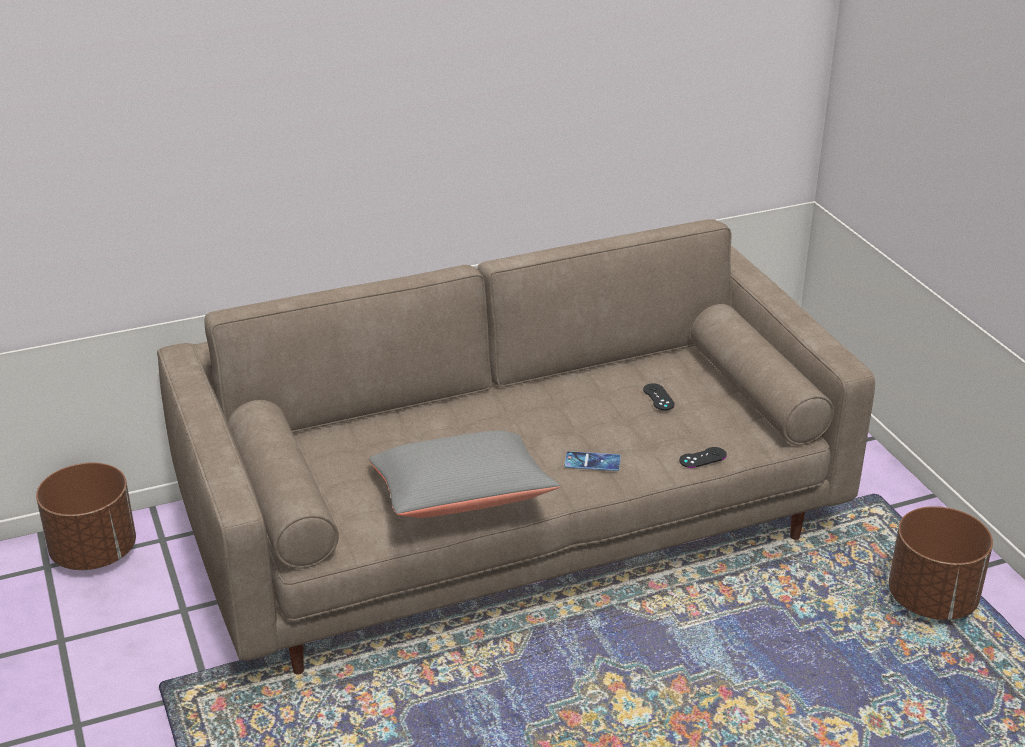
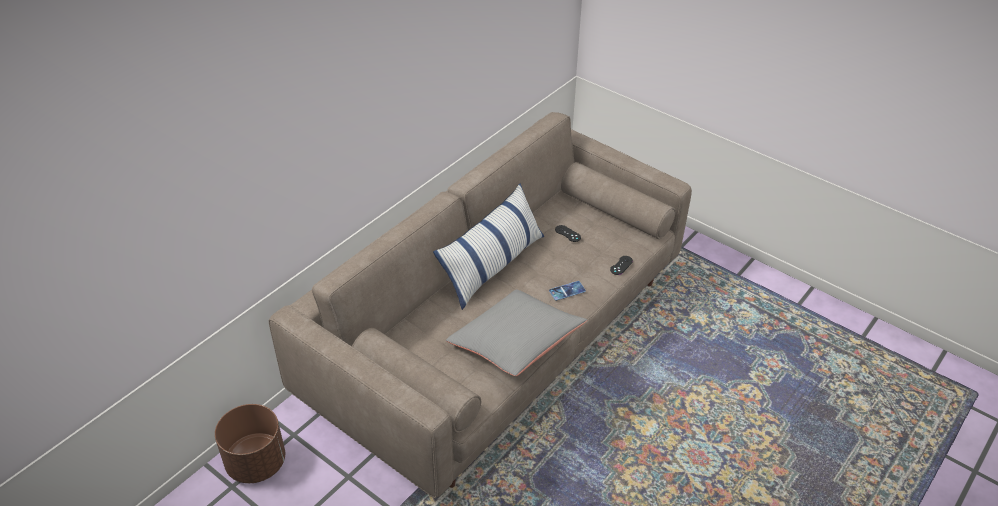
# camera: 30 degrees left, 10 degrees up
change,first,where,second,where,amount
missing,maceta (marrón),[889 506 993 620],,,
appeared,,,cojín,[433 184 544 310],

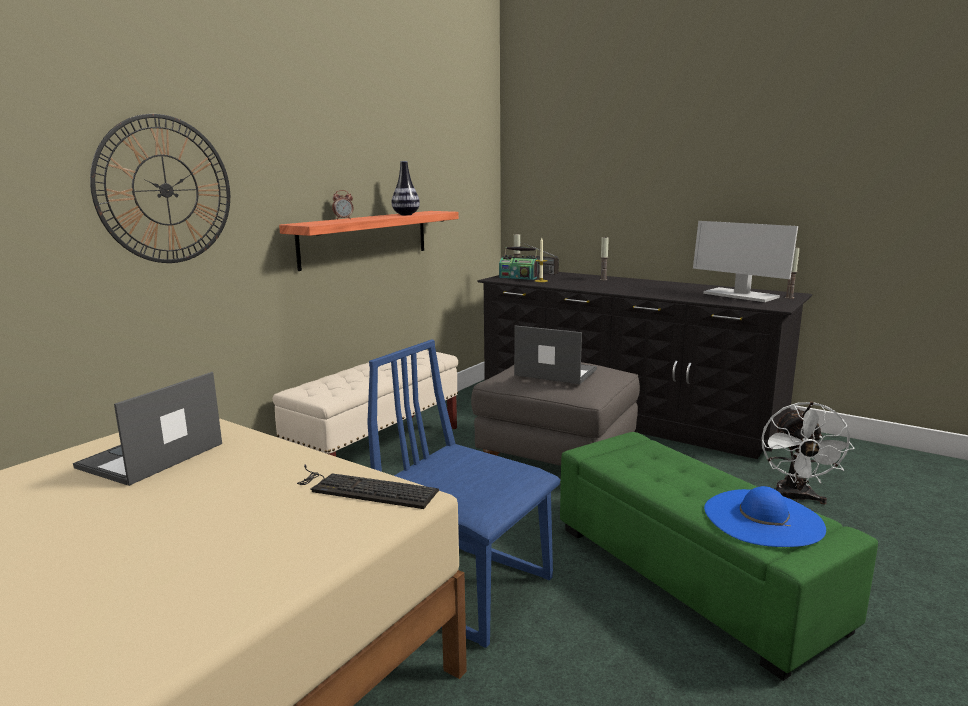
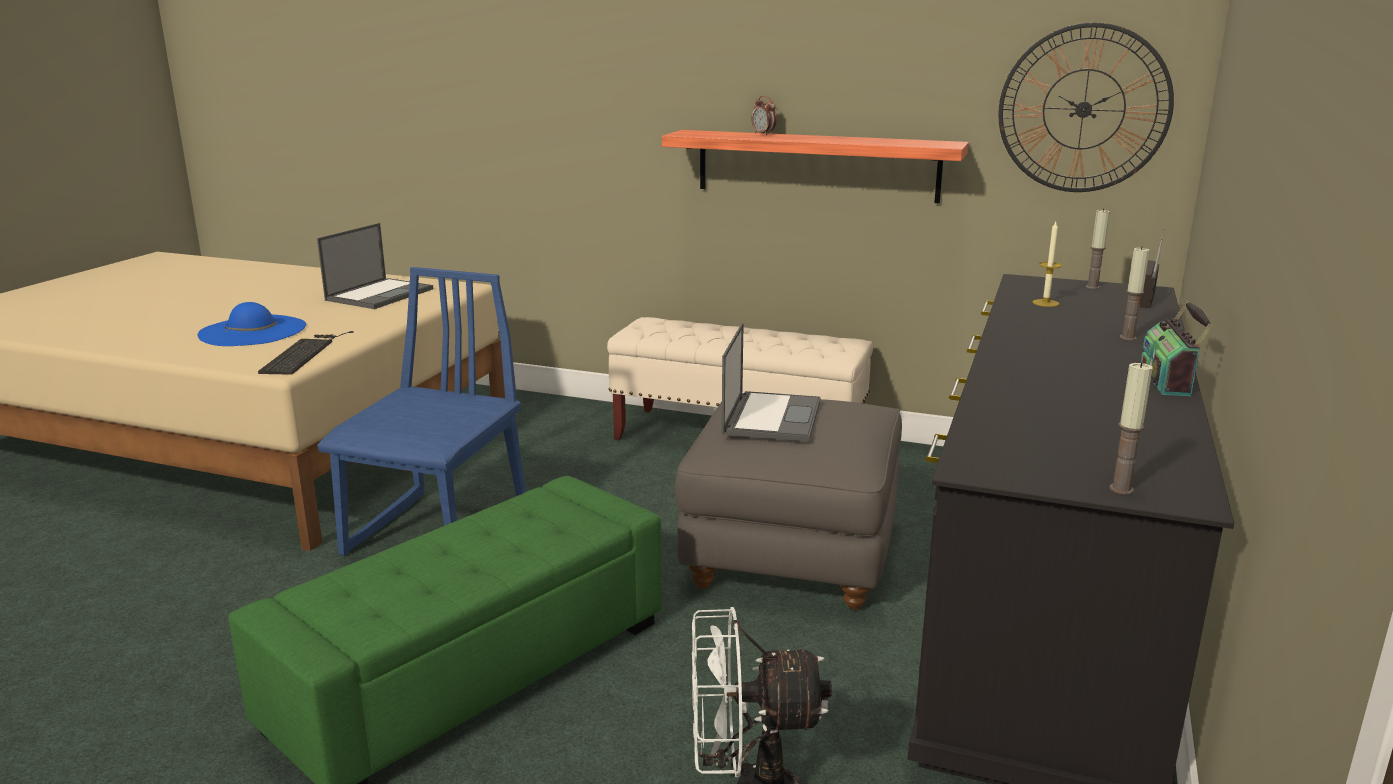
# camera: 75 degrees right, 5 degrees up
change,first,where,second,where,amount
missing,florero,[392 161 420 215],,,
missing,monitor,[693 221 798 302],,,
relocated,reloj de pared,[90 114 230 263],,[998 22 1174 192],
relocated,radio,[499 247 537 280],,[1141 300 1213 396],
relocated,sombrero (azul),[704 486 826 547],,[197 302 306 346],
spun,portátil,[73 372 222 486],,[317 223 433 309],105 degrees clockwise

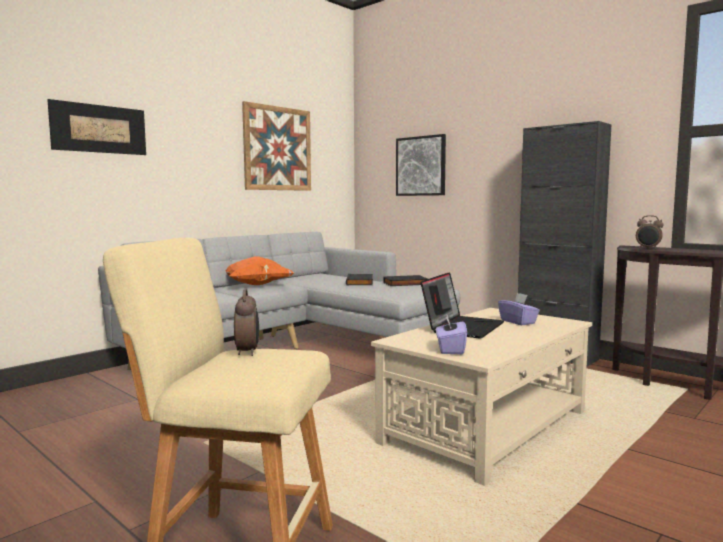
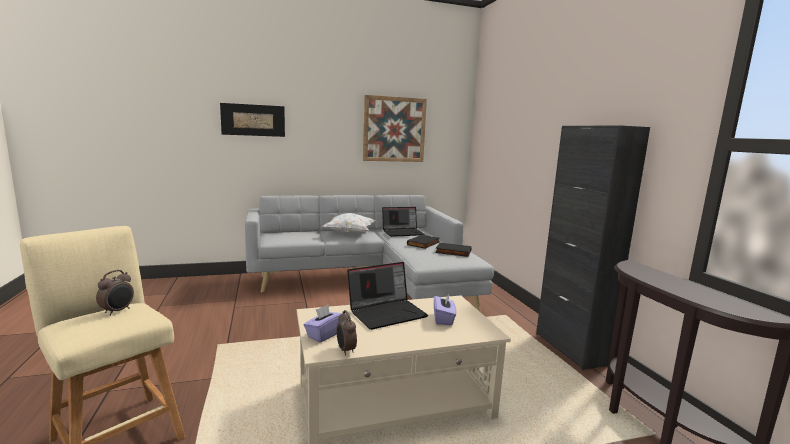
# camera: 30 degrees right, 5 degrees up
change,first,where,second,where,amount
missing,cuadro,[396 134 446 196],,,
appeared,,,portátil,[382 207 424 237],
relocated,despertador,[636 215 664 249],,[336 310 357 356],
colour,cojín (naranja),[226 256 294 285],cojín (blanco),[322 213 376 234],

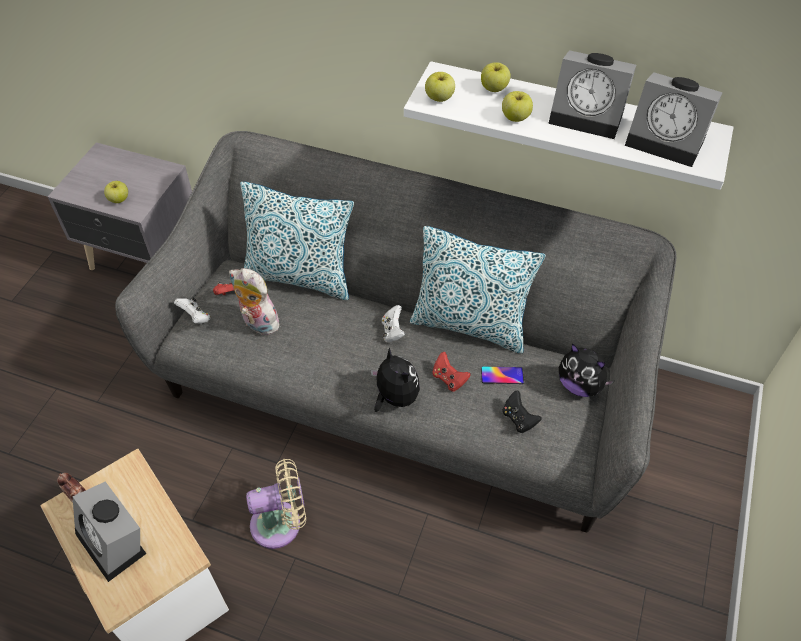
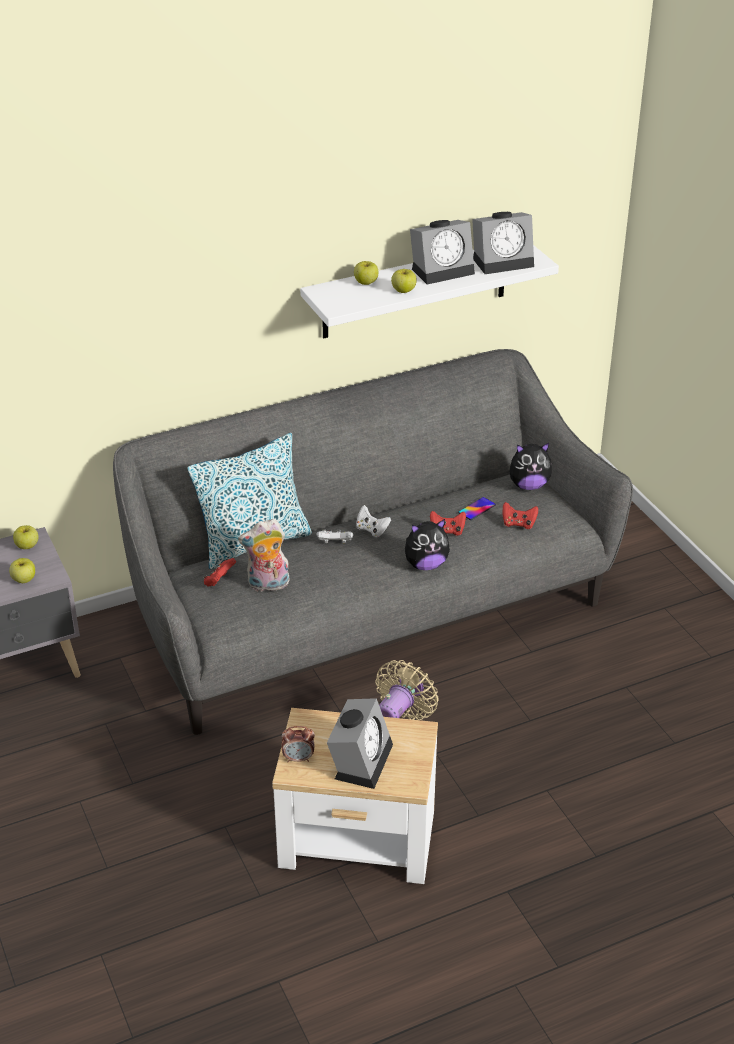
# camera: 45 degrees left, 15 degrees down
change,first,where,second,where,amount
missing,cojín,[410 226 546 354],,,
relocated,mando de consola (blanco),[174 298 210 324],,[317 529 353 543],
relocated,manzana,[425 72 455 102],,[13 525 39 549],
colour,mando de consola (negro),[503 391 541 433],mando de consola (rojo),[503 502 538 529],
spun,despertador,[73 482 147 582],,[327 698 393 789],75 degrees counterclockwise
spun,peluche,[371 347 420 412],,[405 519 450 570],150 degrees clockwise

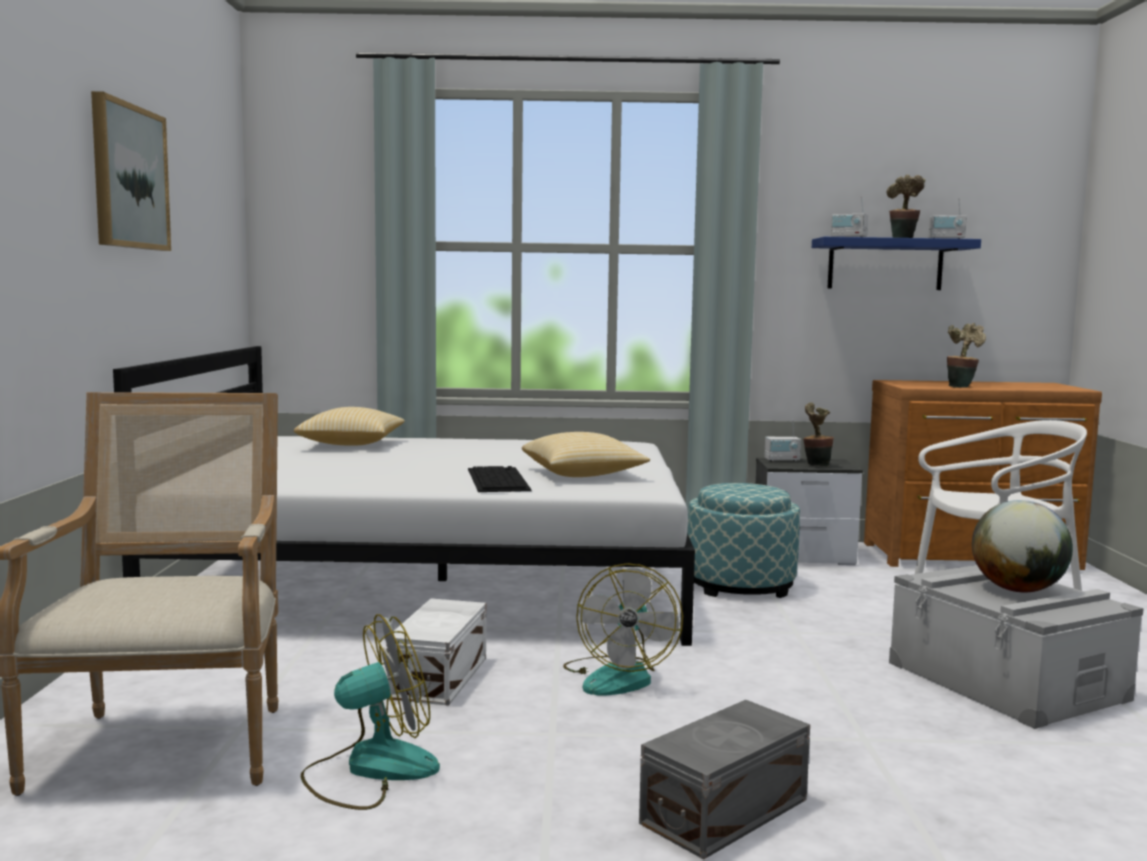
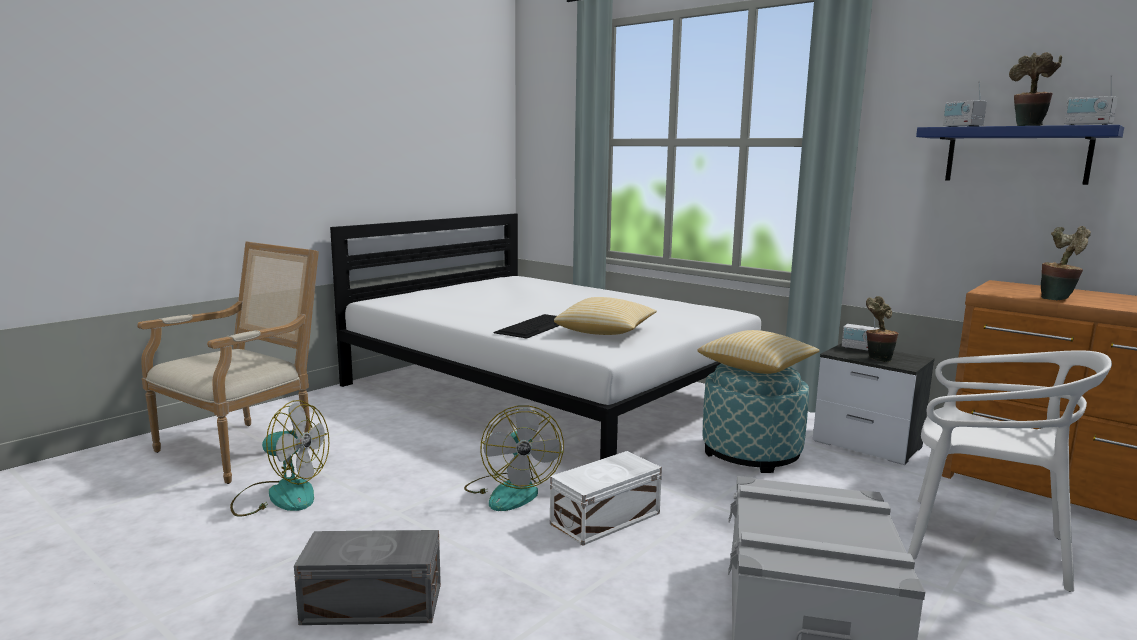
# camera: 40 degrees right, 5 degrees up
change,first,where,second,where,amount
missing,cuadro,[91 91 171 251],,,
missing,globo terráqueo,[972 500 1073 592],,,
relocated,cojín,[294 407 405 446],,[698 330 820 374],
relocated,caja de almacenaje (blanco),[386 598 486 706],,[550 451 662 546],
spun,ventilador,[563 563 683 696],,[464 405 564 511],60 degrees counterclockwise

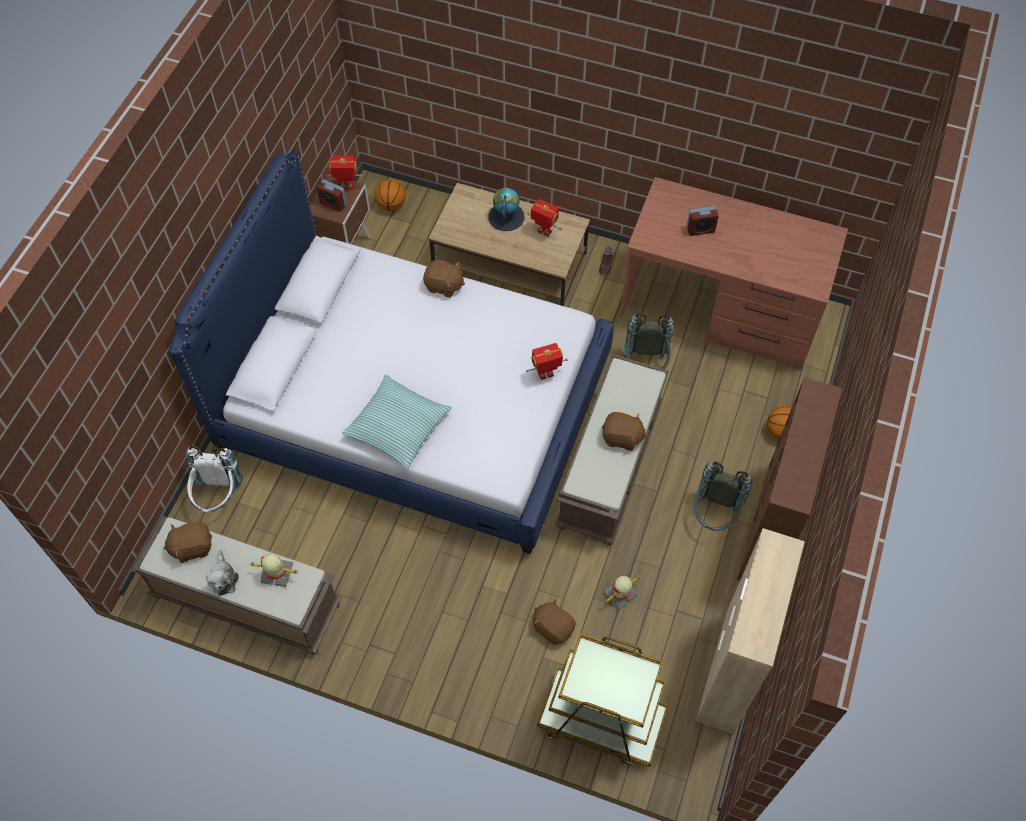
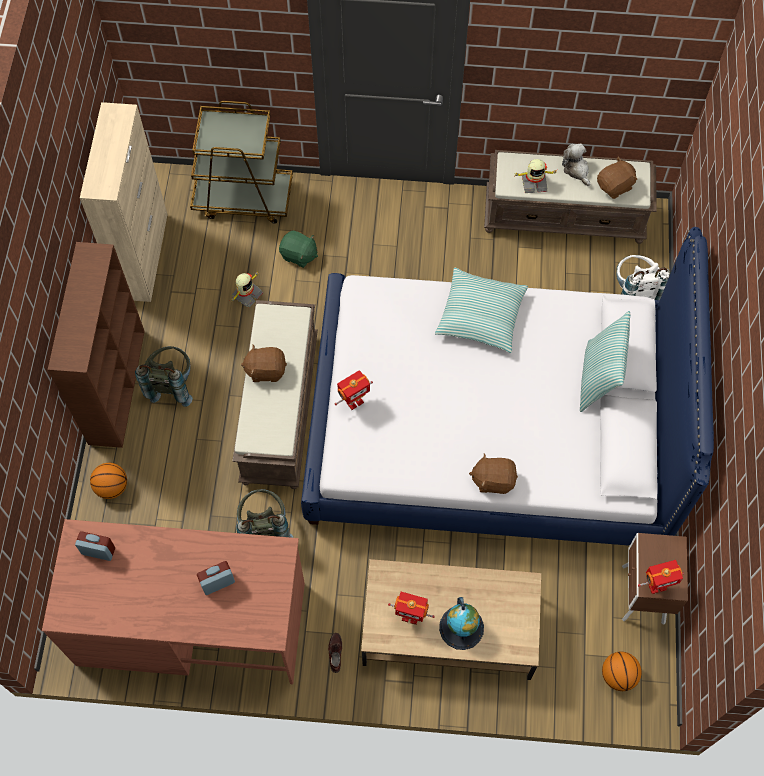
# camera: 165 degrees right, 5 degrees up
change,first,where,second,where,amount
appeared,,,cojín,[580 311 630 412],
relocated,despertador,[317 179 347 212],,[75 531 115 561],
colour,peluche (marrón),[533 599 576 645],peluche (verde),[279 231 318 268],

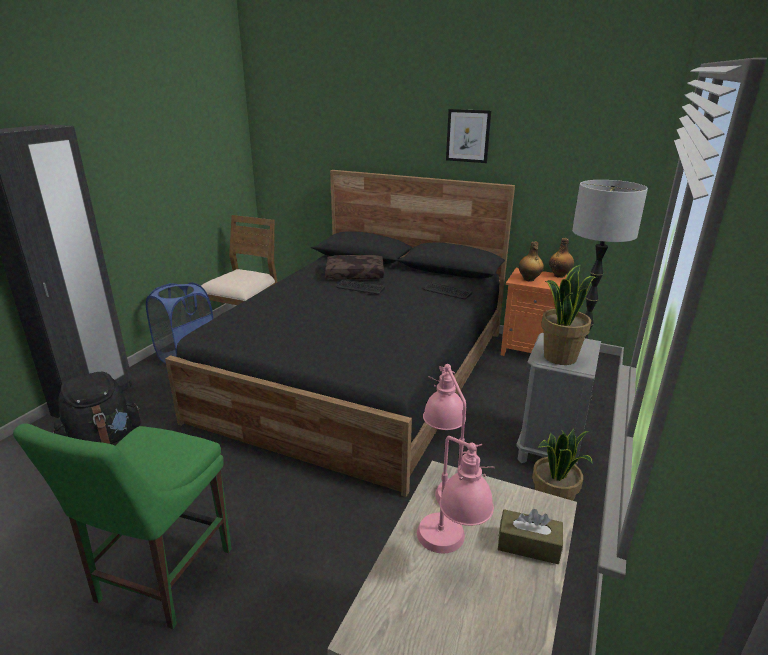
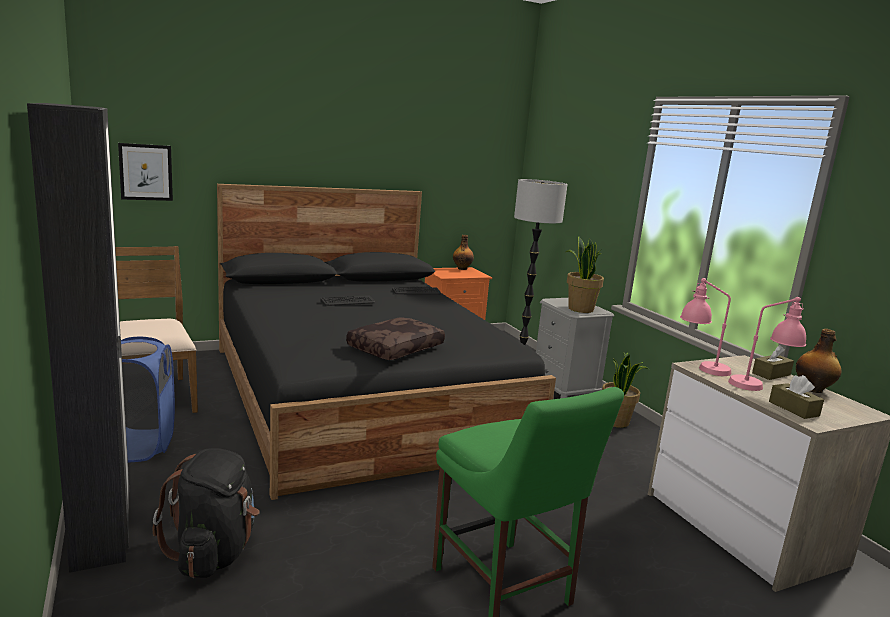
# camera: 50 degrees left, 10 degrees down
change,first,where,second,where,amount
appeared,,,caja de pañuelos (marrón),[769 375 824 419],
relocated,cojín (marrón),[325 255 384 280],,[346 317 445 360],
relocated,cuadro,[446 109 491 163],,[118 143 173 201],
relocated,botella,[519 241 544 282],,[796 329 842 393],

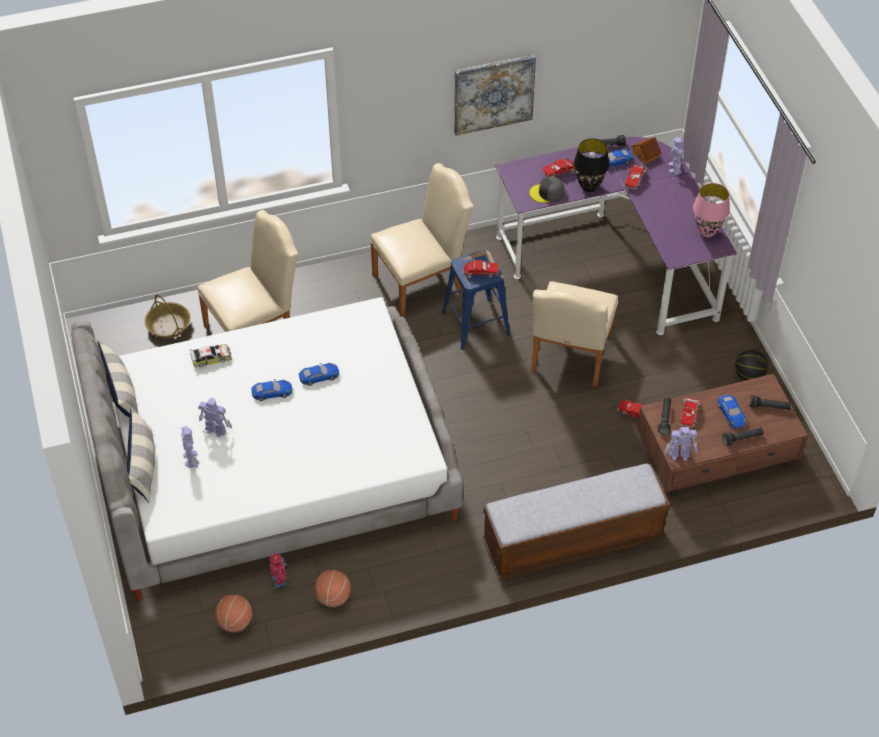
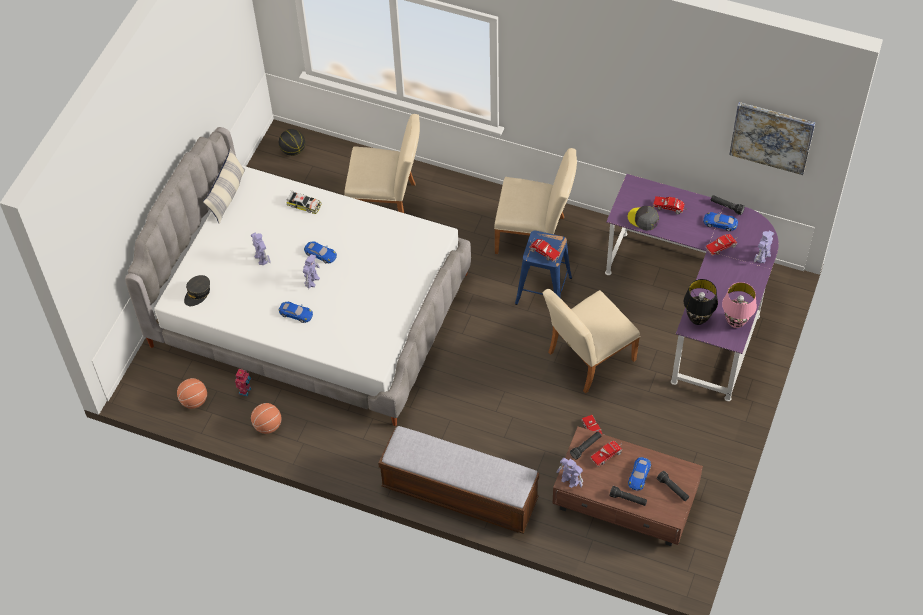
# camera: 40 degrees right, 5 degrees up
change,first,where,second,where,amount
missing,cojín,[127 408 155 503],,,
missing,cesta,[145 294 190 339],,,
missing,casita,[631 137 662 164],,,
appeared,,,gorra (gris),[184 275 210 306],
relocated,robot de juguete,[181 426 199 468],,[303 254 320 289],
relocated,coche de juguete (azul),[299 363 339 386],,[279 302 313 323],
relocated,cuadro,[454 54 536 136],,[729 102 816 175],
relocated,lámpara de mesa (negro),[574 138 609 192],,[684 279 718 325],
relocated,balón de baloncesto,[735 350 768 381],,[279 129 305 156],

